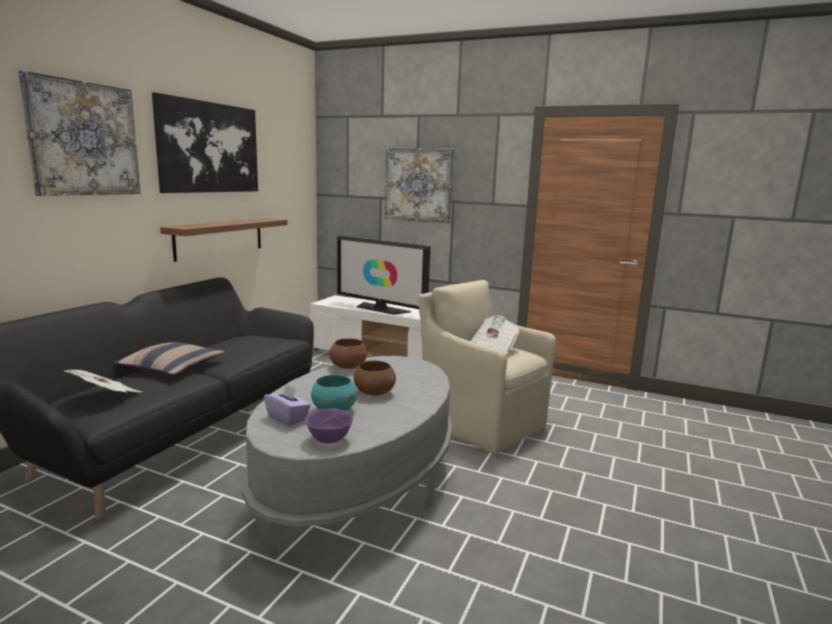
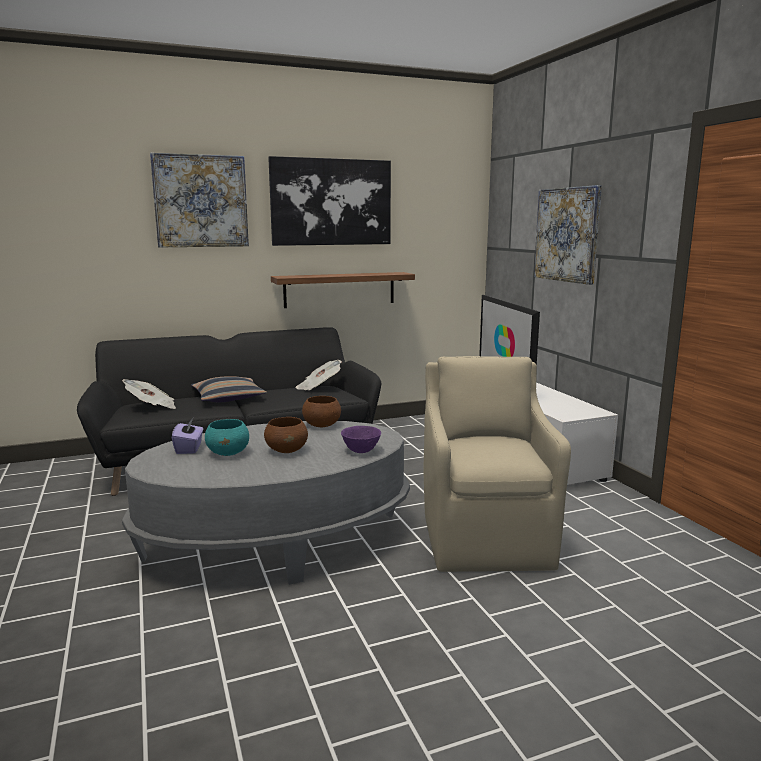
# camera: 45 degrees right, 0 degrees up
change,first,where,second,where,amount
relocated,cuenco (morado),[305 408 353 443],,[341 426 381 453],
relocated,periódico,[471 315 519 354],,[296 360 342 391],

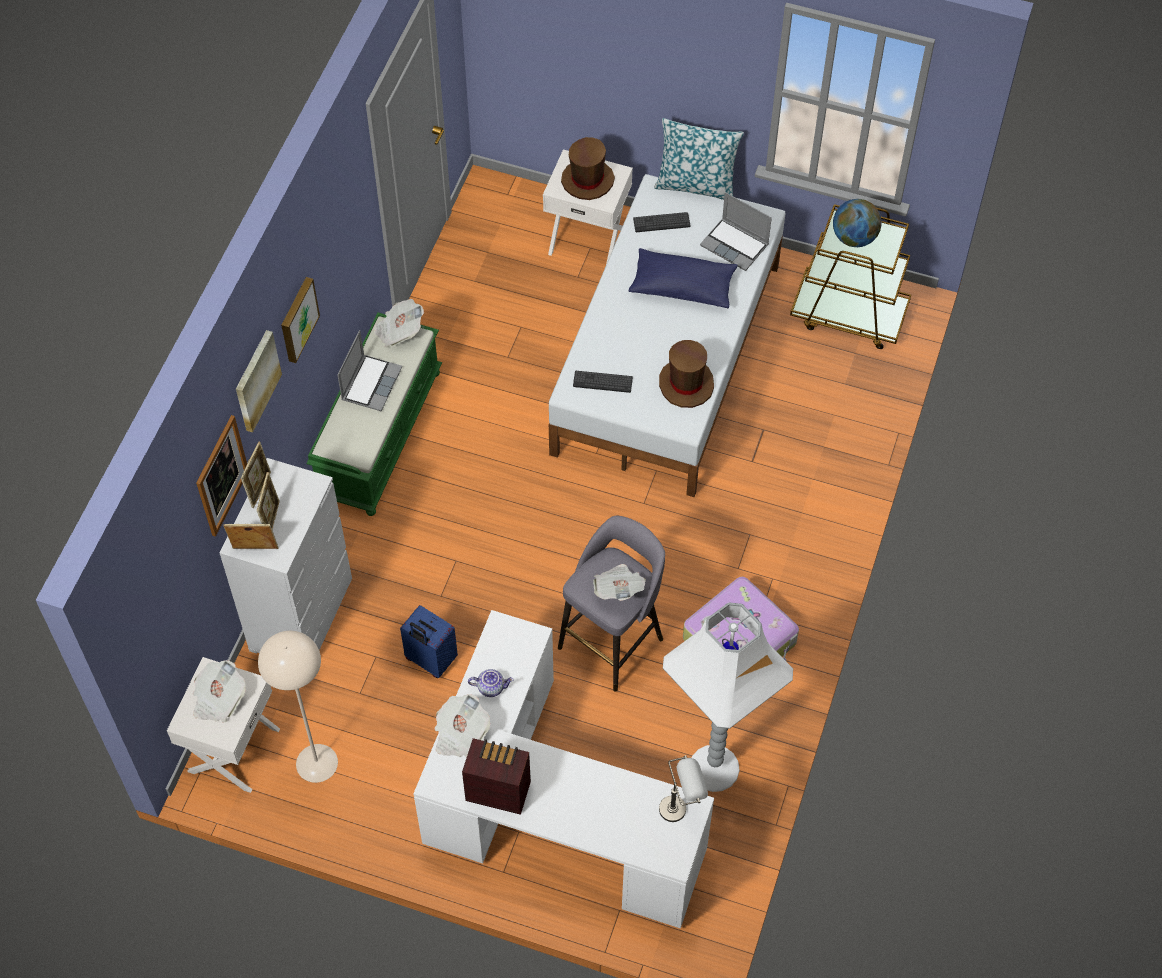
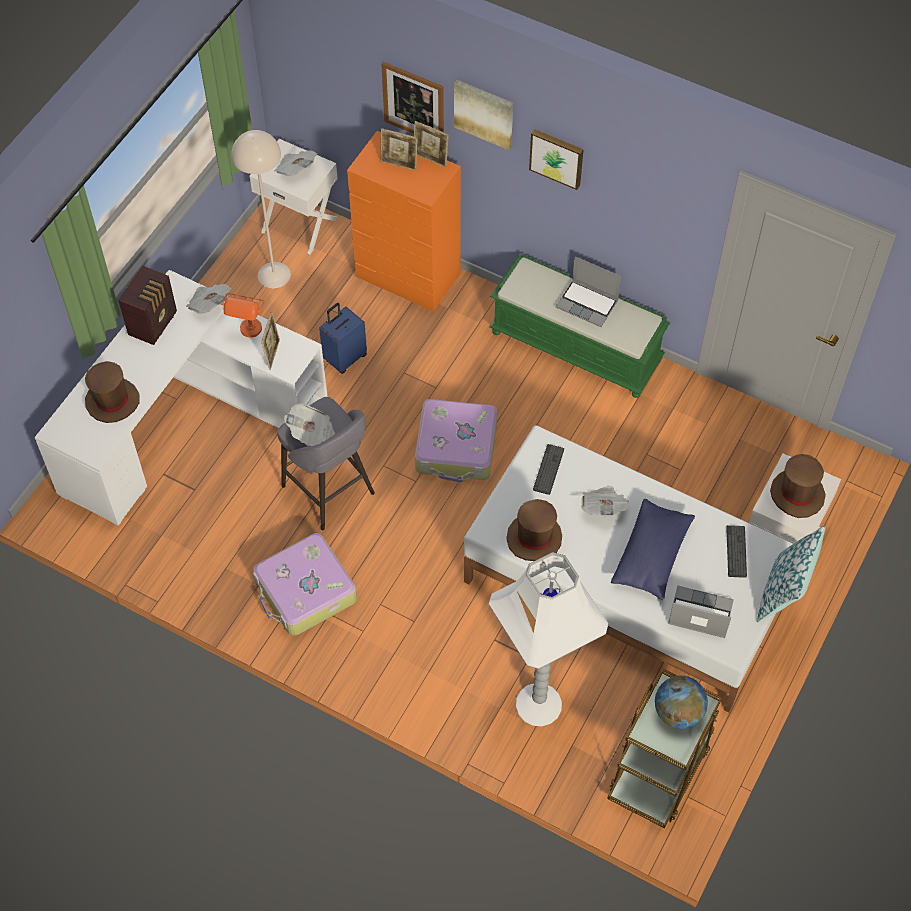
# camera: 100 degrees right, 0 degrees up
change,first,where,second,where,amount
missing,lámpara de mesa (gris),[659 755 708 822],,,
appeared,,,sombrero (marrón),[85 361 140 423],
appeared,,,maleta,[415 399 497 483],
relocated,portarretratos,[223 524 279 549],,[261 312 280 370],
relocated,periódico,[373 299 424 348],,[581 486 629 517],
relocated,lámpara de pie (blanco),[663 602 793 792],,[489 552 609 726],
exchanged,tetera,[468 669 514 697],lámpara de mesa (naranja),[221 293 264 338],
colour,cómoda (blanco),[219 458 352 654],cómoda (naranja),[347 131 461 311],
spun,portátil,[700 192 772 271],,[668 585 734 638],60 degrees clockwise

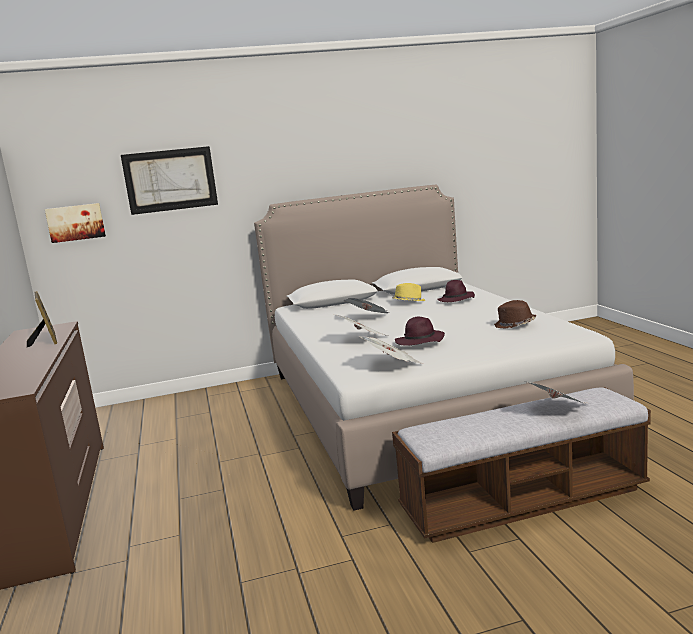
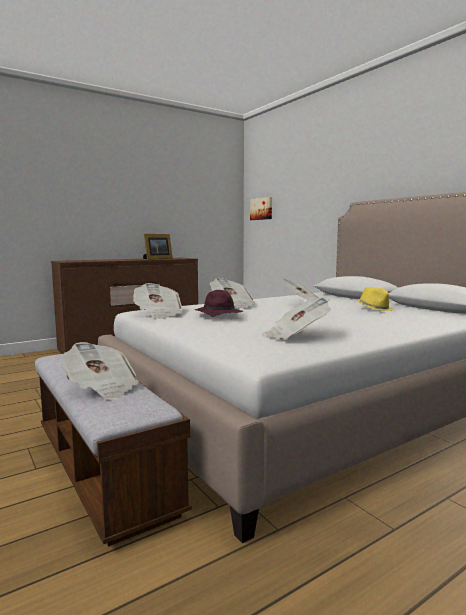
# camera: 70 degrees right, 5 degrees down
change,first,where,second,where,amount
missing,cuadro,[121 146 218 215],,,
missing,sombrero (morado),[437 280 475 302],,,
exchanged,sombrero (marrón),[494 300 536 328],periódico,[262 298 331 339],

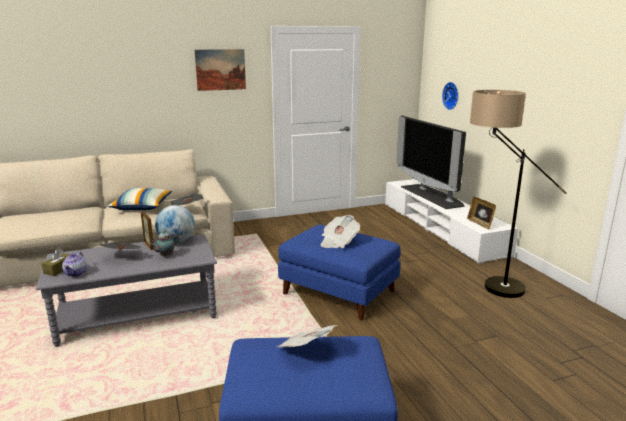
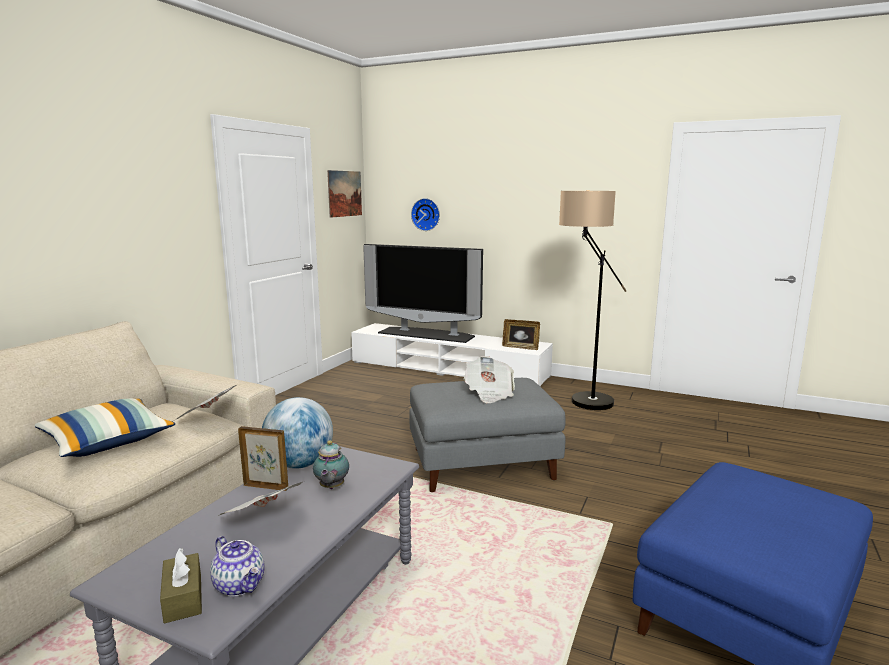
# camera: 45 degrees left, 5 degrees down
change,first,where,second,where,amount
missing,periódico,[277 325 338 347],,,
relocated,cuadro,[195 49 246 91],,[327 170 362 218],
colour,puf (azul),[278 225 401 321],puf (gris),[409 378 565 492],

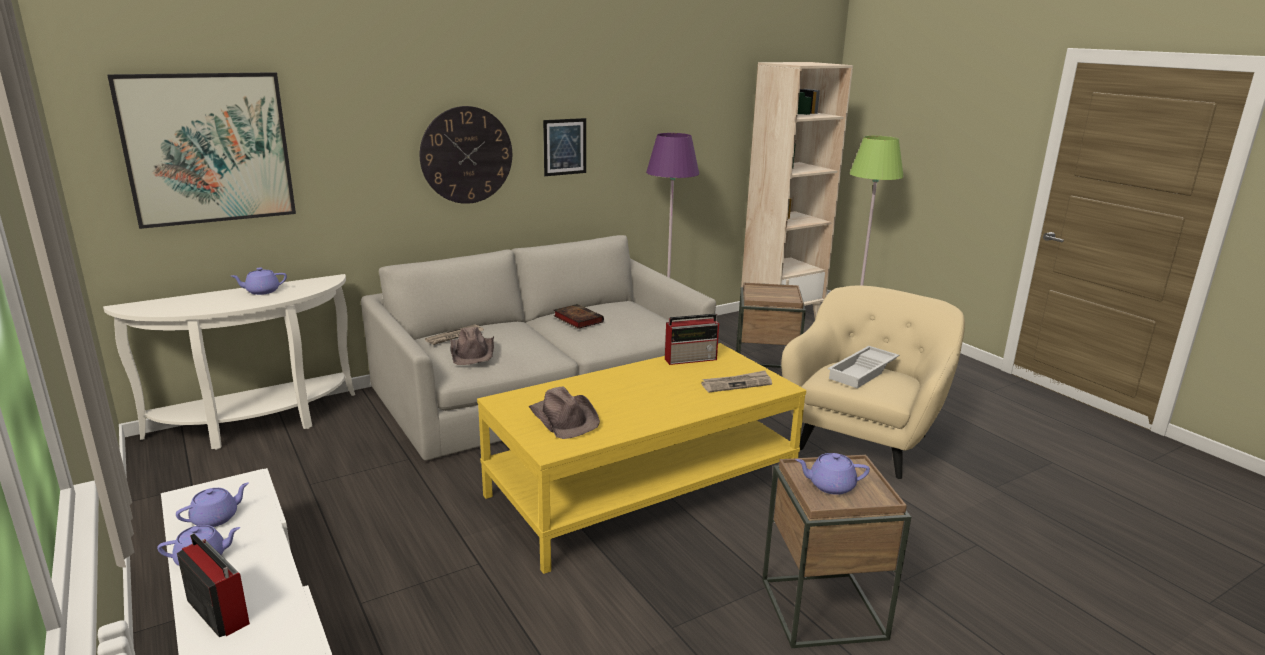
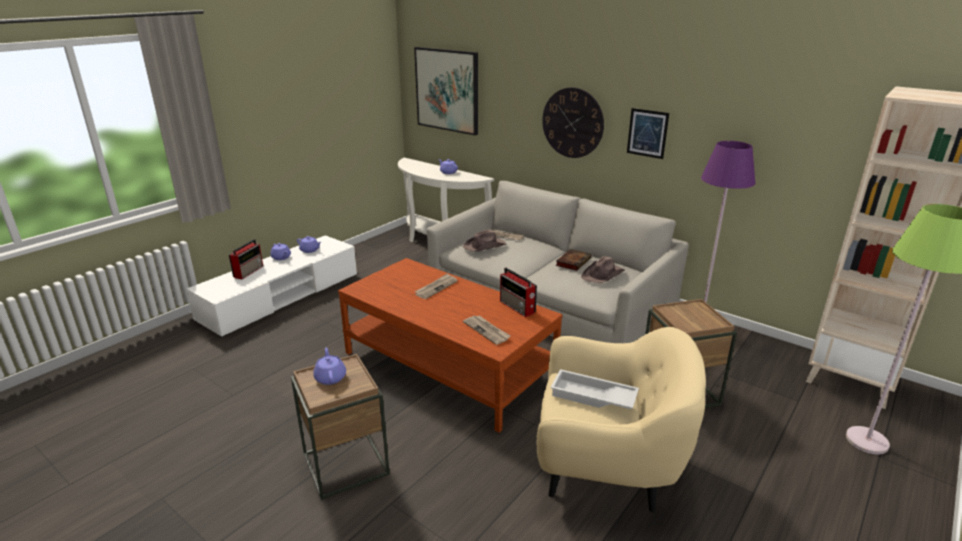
# camera: 70 degrees right, 5 degrees up
change,first,where,second,where,amount
appeared,,,periódico,[414 273 457 299],
relocated,sombrero (marrón),[529 386 600 439],,[581 256 625 283],
colour,mesa de centro (amarillo),[477 343 806 574],mesa de centro (marrón),[338 258 563 433],

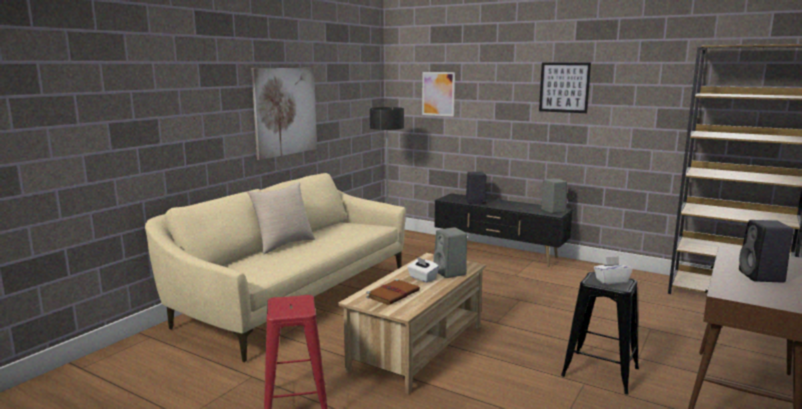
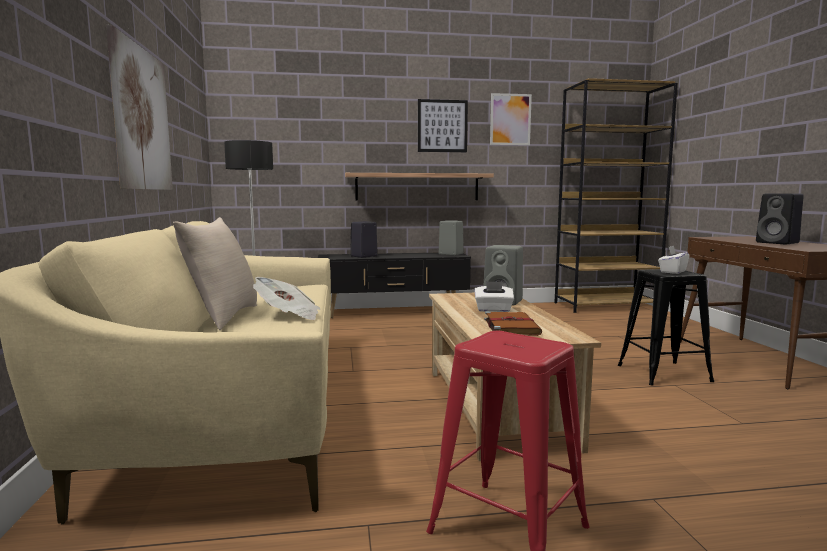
# camera: 40 degrees left, 5 degrees down
change,first,where,second,where,amount
appeared,,,periódico,[253 277 320 320],
appeared,,,estante,[345 173 494 201],
relocated,cuadro,[422 72 455 117],,[490 93 532 145],

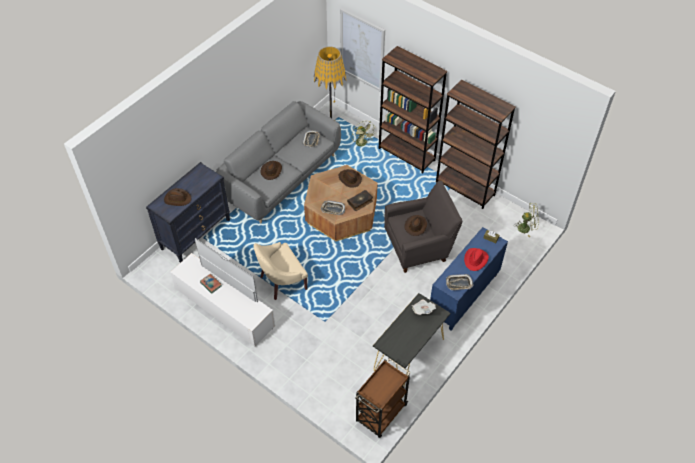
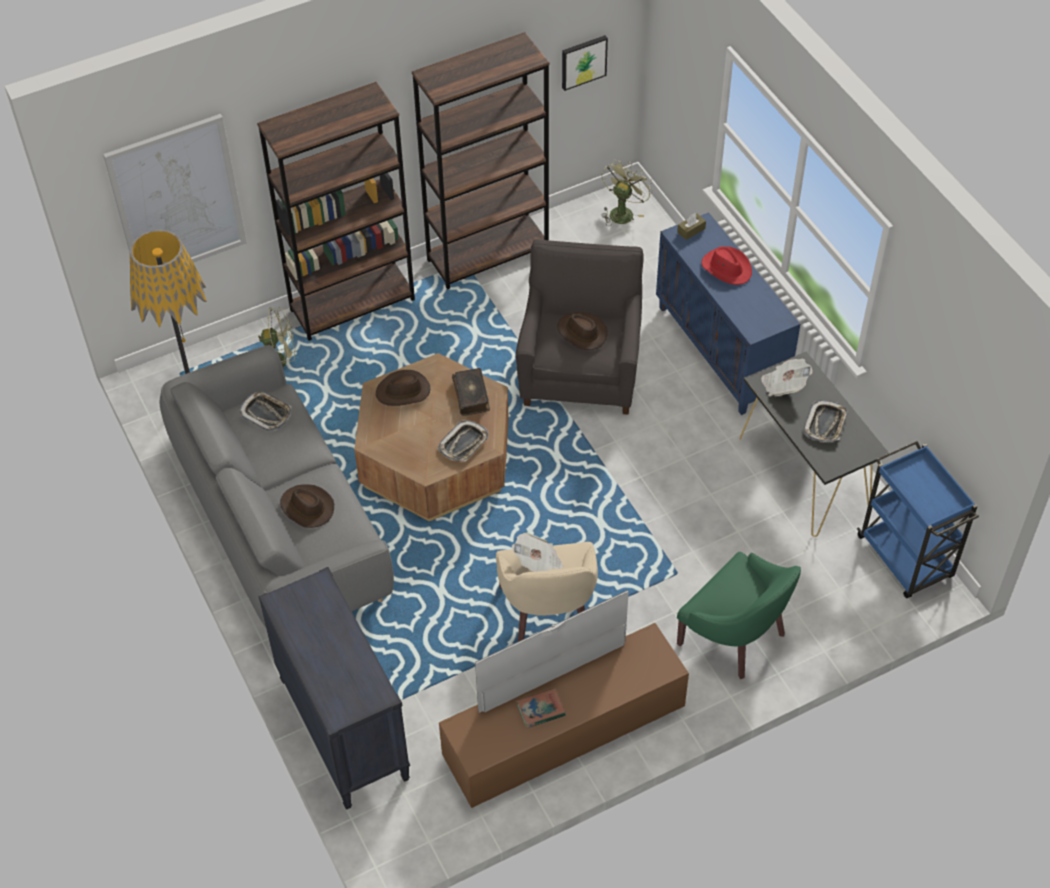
# camera: 65 degrees left, 0 degrees up
change,first,where,second,where,amount
missing,sombrero (marrón),[164 188 192 206],,,
appeared,,,periódico,[512 533 563 572],
appeared,,,cuadro,[562 35 608 91],
appeared,,,sillón (verde),[677 552 801 679],
relocated,bandeja,[446 274 474 290],,[804 400 848 442],
colour,mueble de televisión (blanco),[170 253 275 347],mueble de televisión (marrón),[439 623 689 808],
colour,carrito (marrón),[355 358 411 438],carrito (azul),[857 441 979 598],

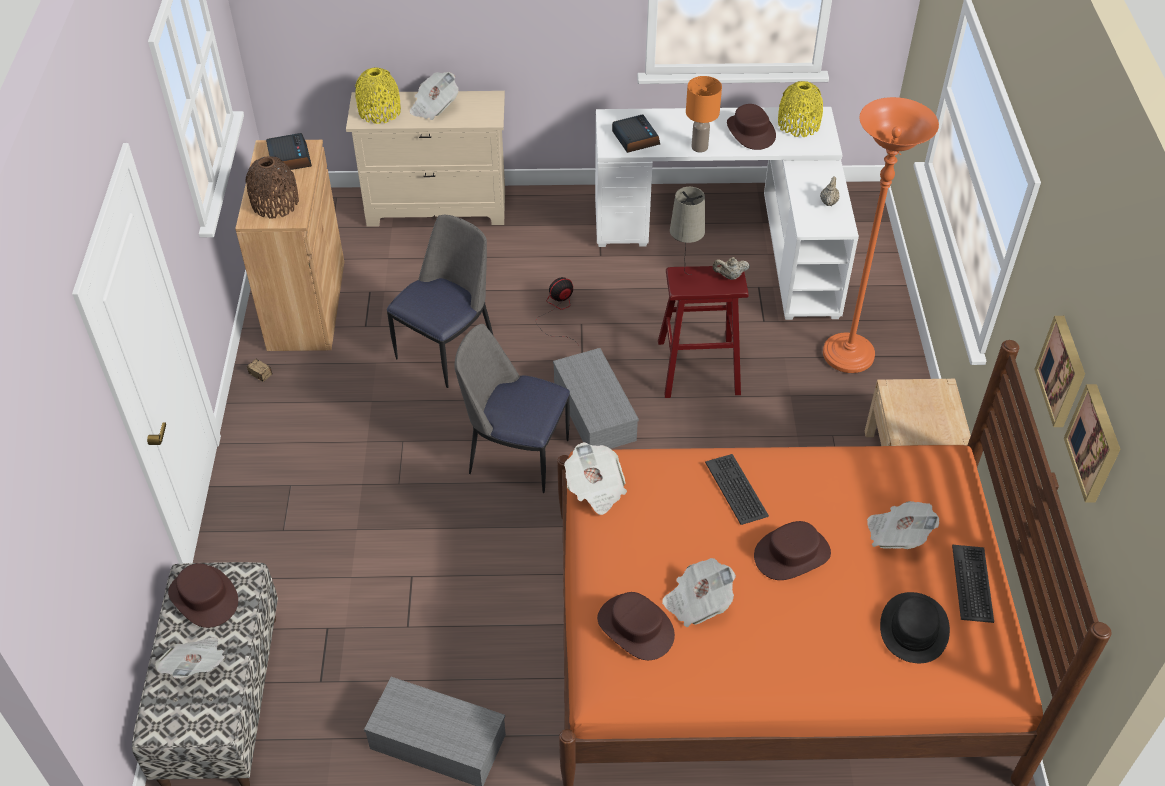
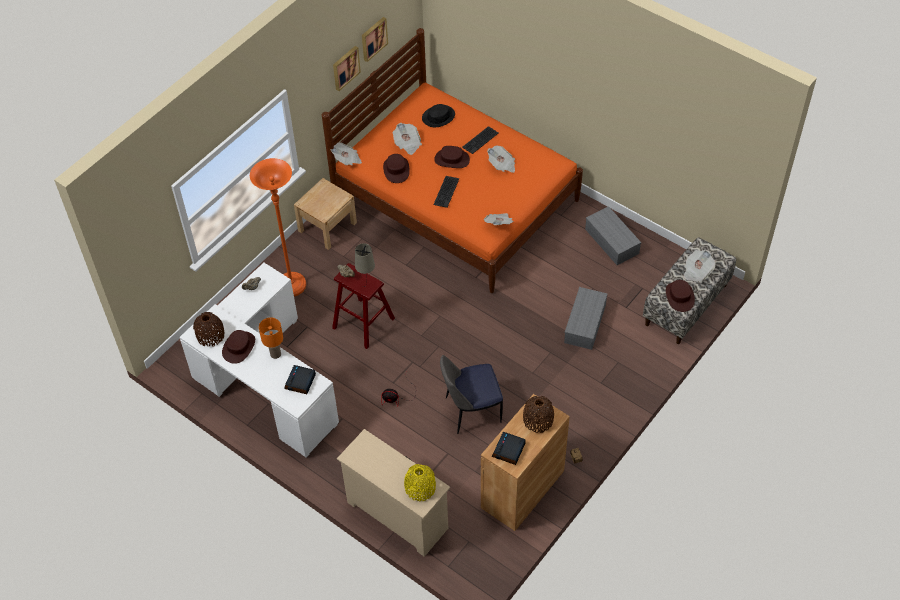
# camera: 140 degrees left, 5 degrees up
change,first,where,second,where,amount
missing,silla,[455 324 570 493],,,
relocated,periódico,[409 72 459 120],,[330 142 362 165],
relocated,caja de almacenaje (gris),[553 348 639 449],,[564 287 608 350],
relocated,sombrero (marrón),[597 592 675 660],,[383 154 410 183],
relocated,teclado,[952 545 994 623],,[462 126 498 154],
colour,florero (amarillo),[778 81 823 137],florero (marrón),[193 312 225 347],

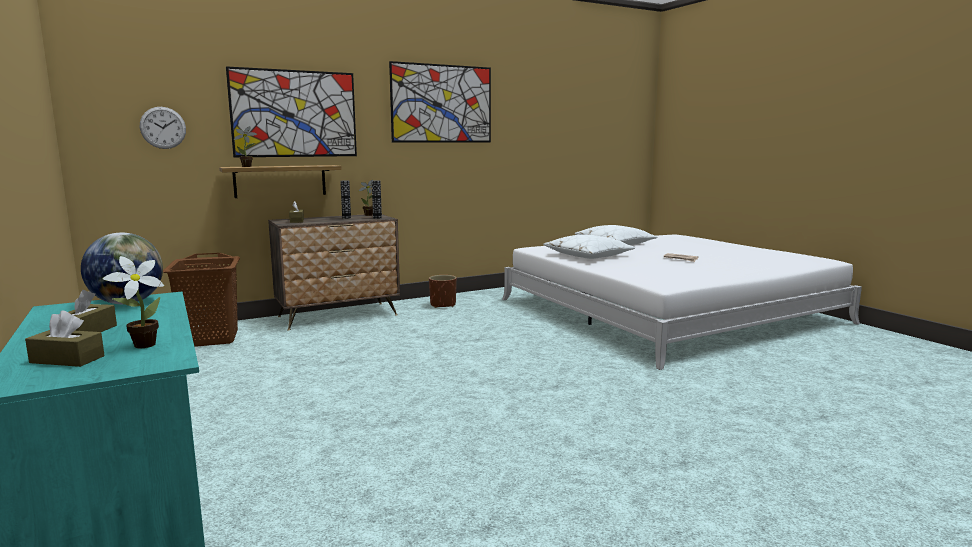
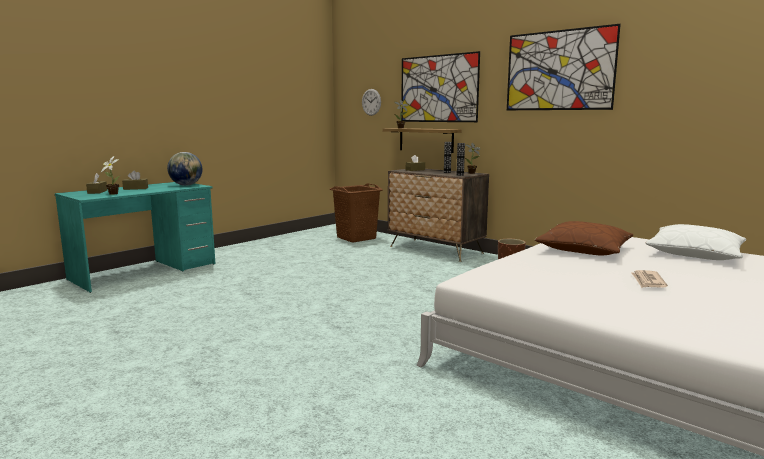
# camera: 70 degrees right, 0 degrees up
change,first,where,second,where,amount
colour,cojín (blanco),[543 234 635 259],cojín (marrón),[535 221 633 255],

